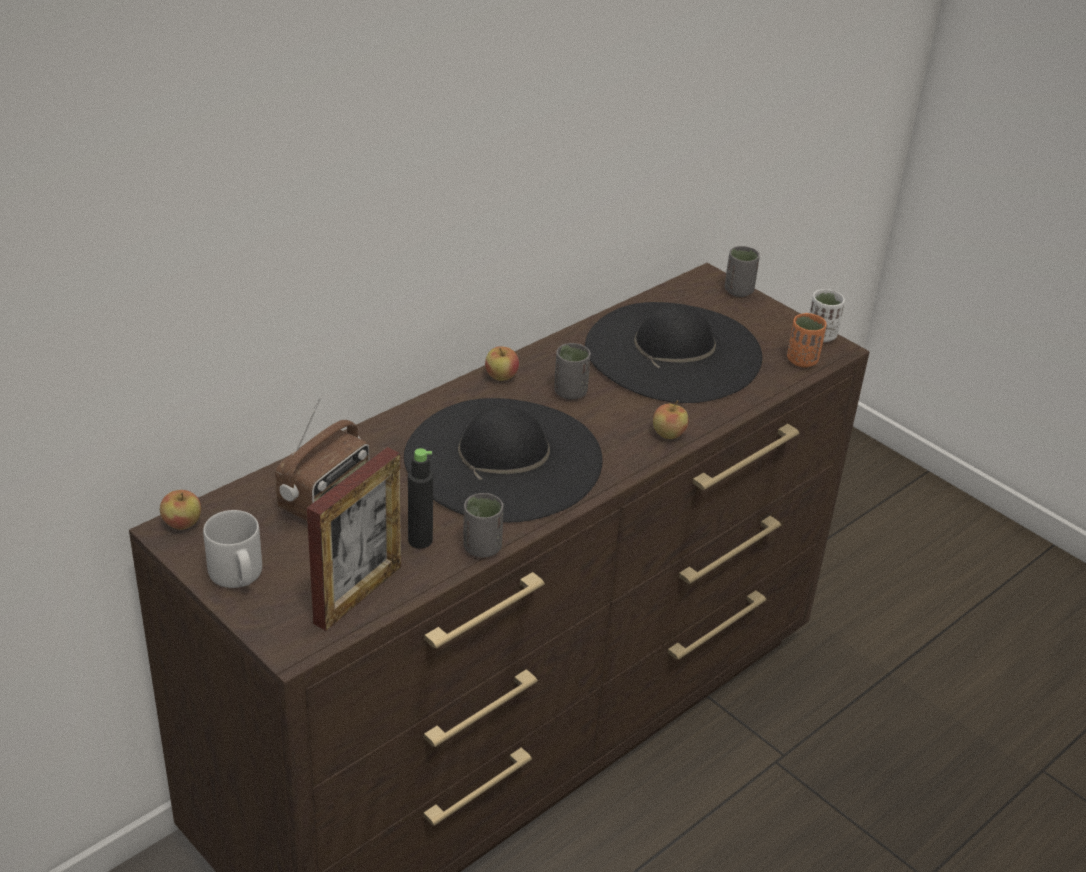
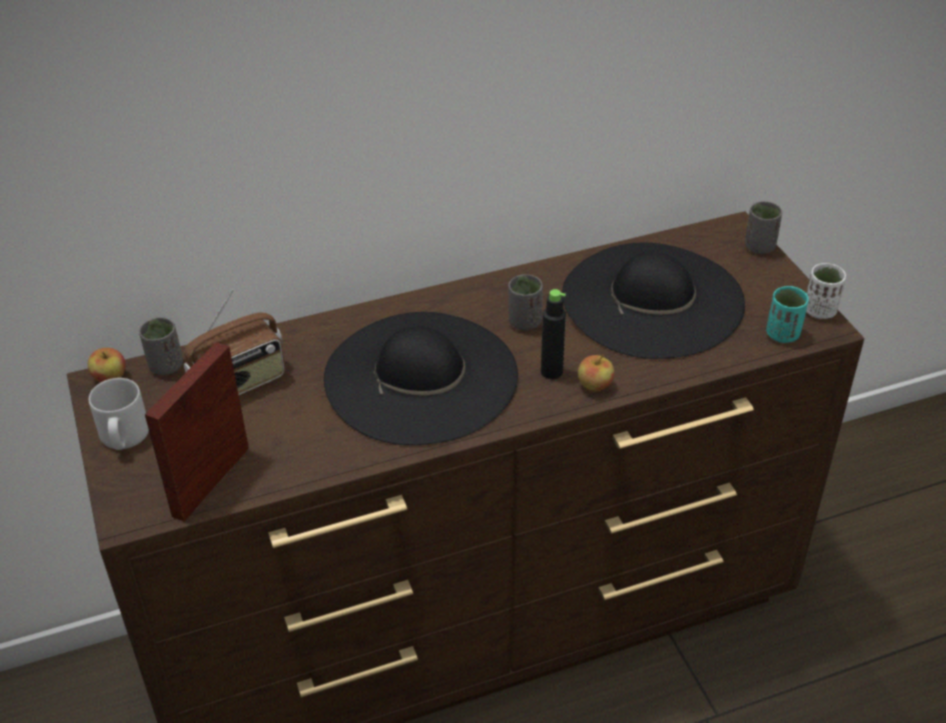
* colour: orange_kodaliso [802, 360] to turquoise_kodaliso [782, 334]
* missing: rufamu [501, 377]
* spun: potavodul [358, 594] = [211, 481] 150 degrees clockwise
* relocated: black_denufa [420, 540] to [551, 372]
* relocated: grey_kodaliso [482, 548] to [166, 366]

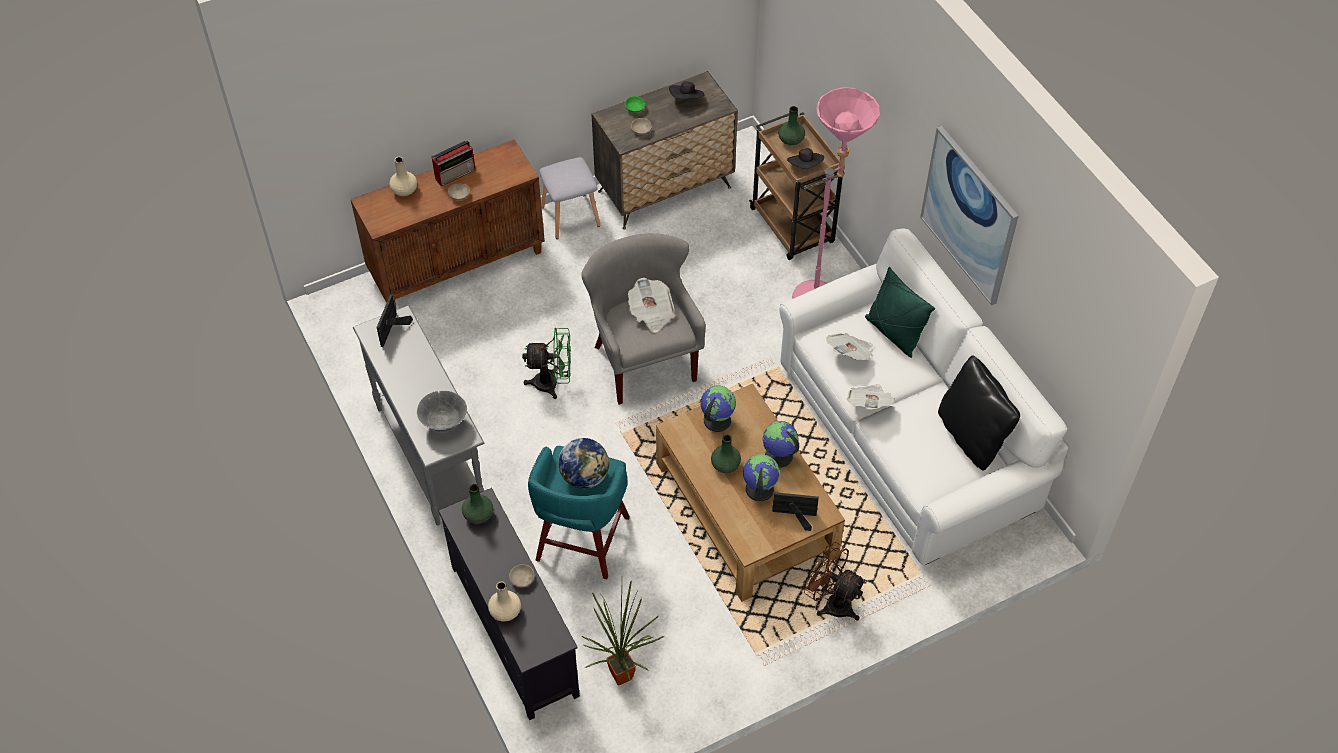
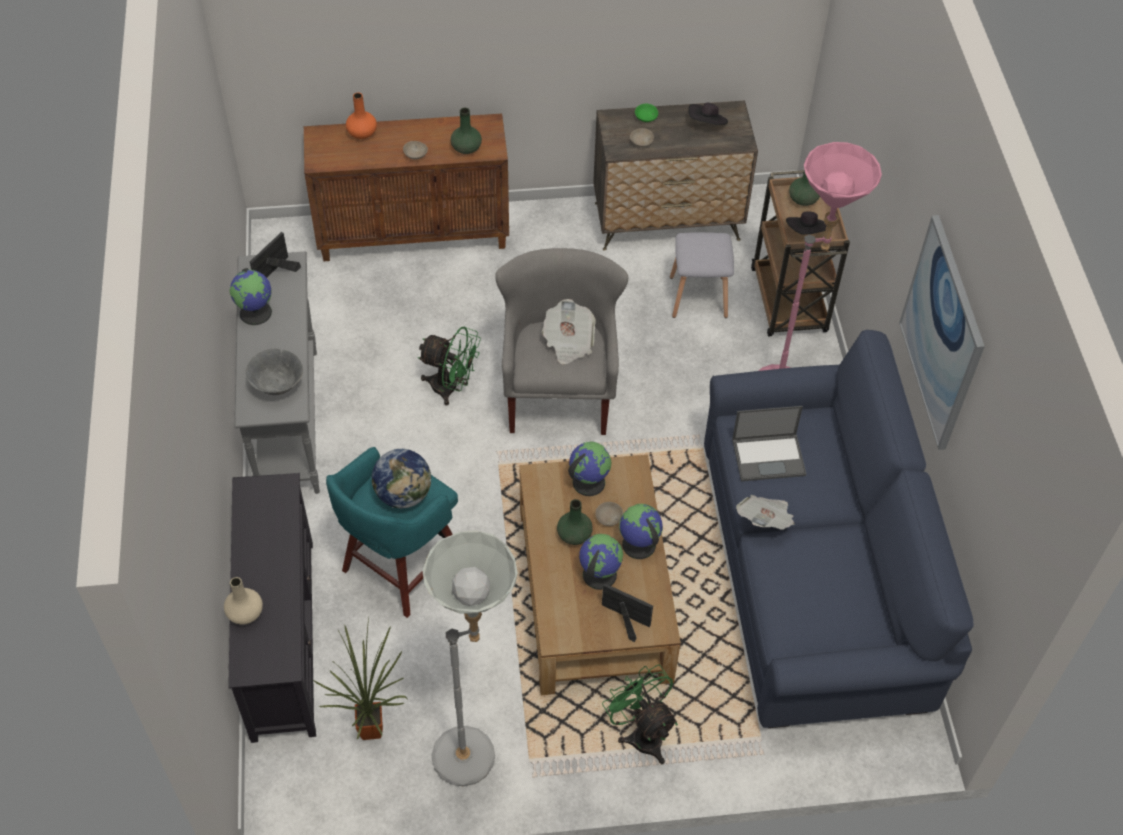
* missing: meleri [456, 173]
* colour: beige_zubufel [404, 190] to orange_zubufel [362, 133]
* relocated: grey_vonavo [571, 215] to [699, 296]
* colour: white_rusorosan [906, 439] to blue_rusorosan [812, 576]
* missing: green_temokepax [894, 333]
* exchanged: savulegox [850, 354] to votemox [769, 457]
* missing: black_temokepax [971, 436]
* relocated: green_zubufel [478, 515] to [466, 148]
* colour: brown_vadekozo [832, 602] to green_vadekozo [641, 733]
* relocated: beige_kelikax [521, 578] to [608, 517]
* appeared: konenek [256, 312]
* appeared: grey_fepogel [476, 752]

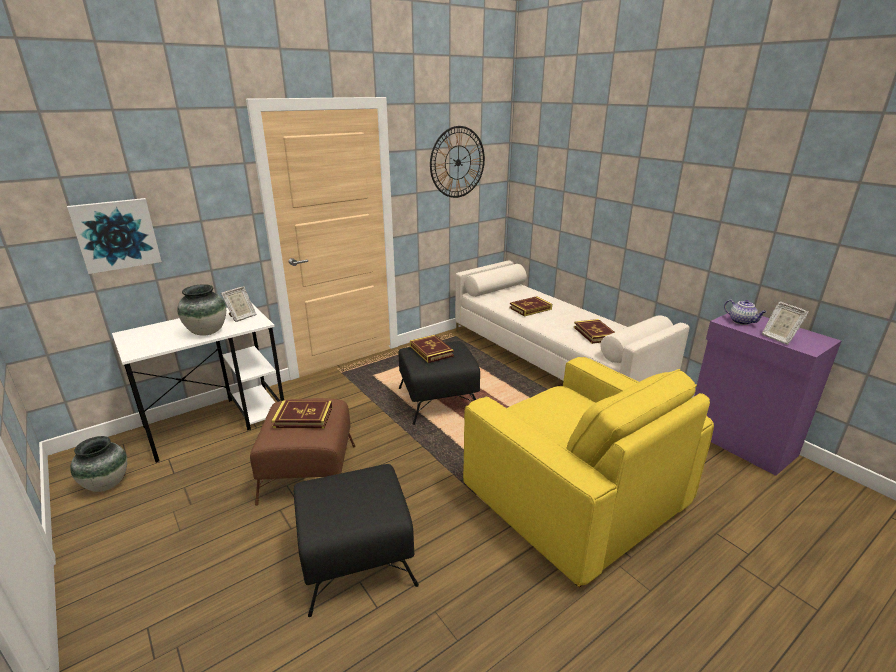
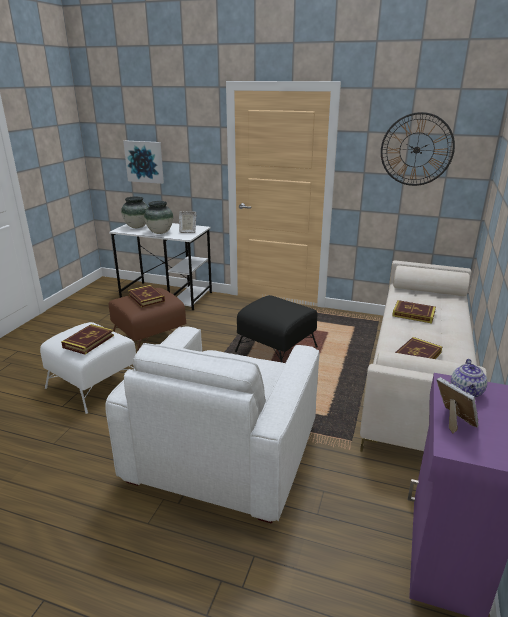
* spun: potavodul [778, 338] = [454, 422] 120 degrees clockwise
* relocated: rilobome [431, 351] to [88, 341]
* colour: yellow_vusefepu [574, 498] to white_vusefepu [223, 452]
* relocated: zubufel [107, 484] to [137, 227]
* colour: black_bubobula [357, 558] to white_bubobula [94, 384]

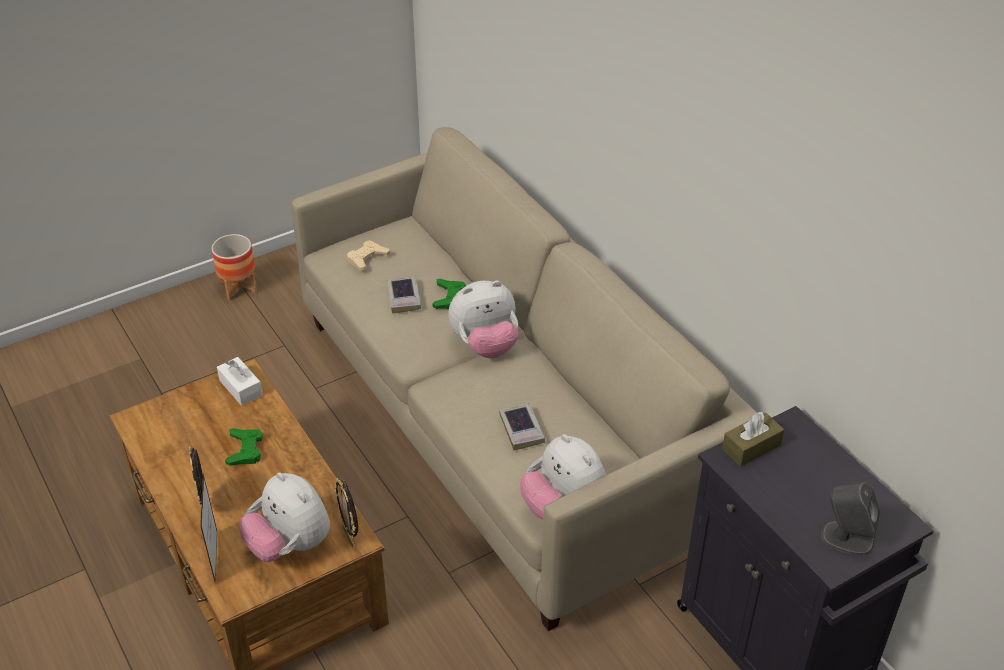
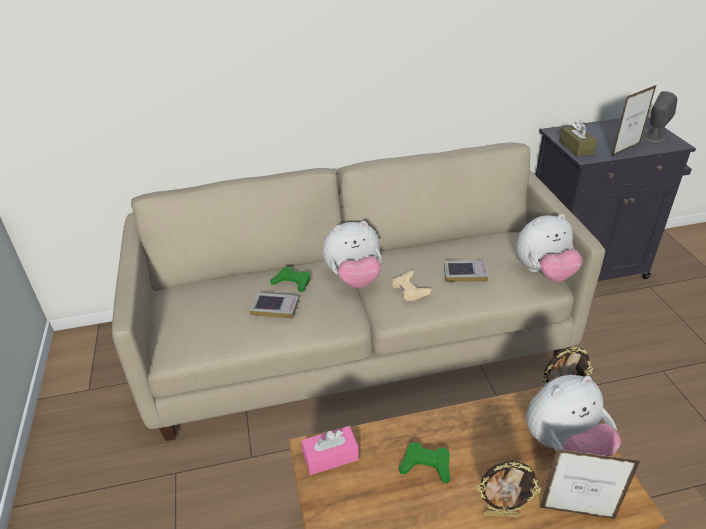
* missing: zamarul [239, 288]
* relocated: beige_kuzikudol [367, 258] to [410, 289]
* spun: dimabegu [485, 345] = [354, 279] 75 degrees clockwise
* colour: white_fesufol [241, 388] to pink_fesufol [330, 456]
* appeared: potavodul [625, 150]

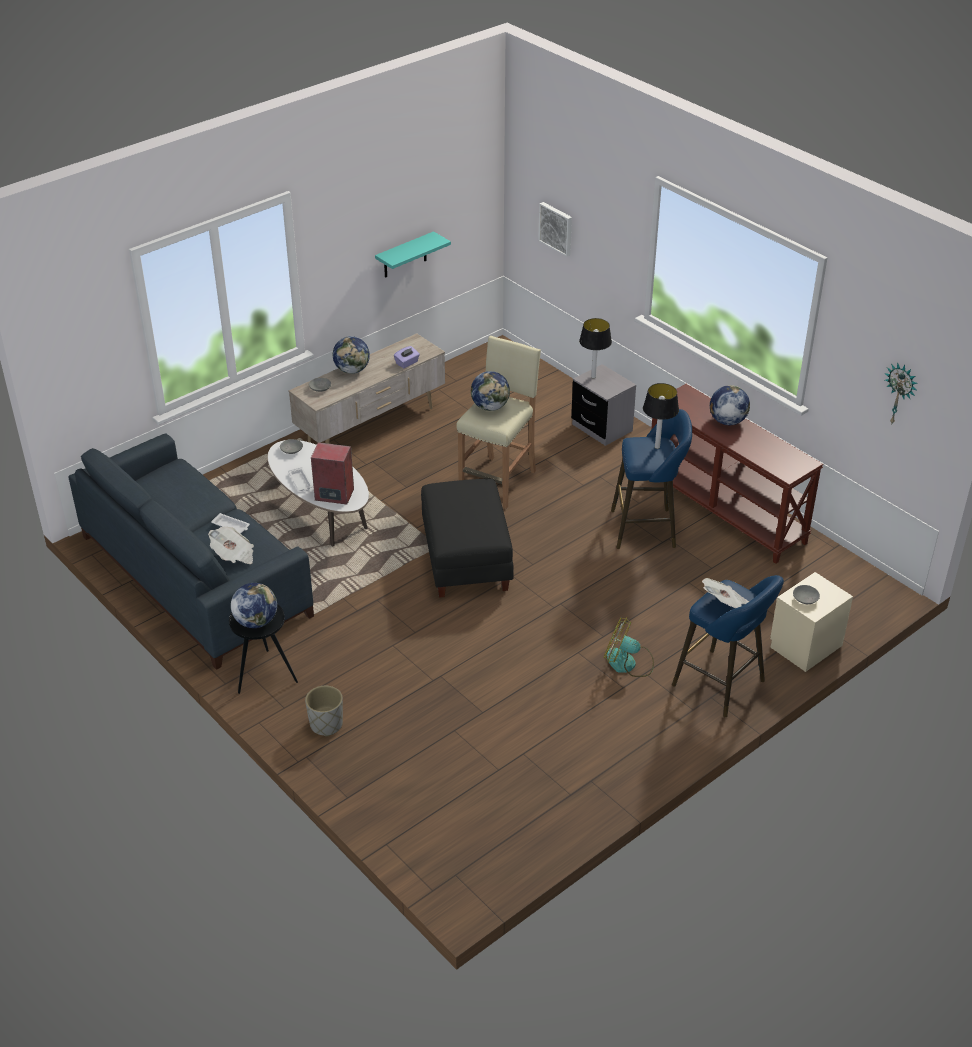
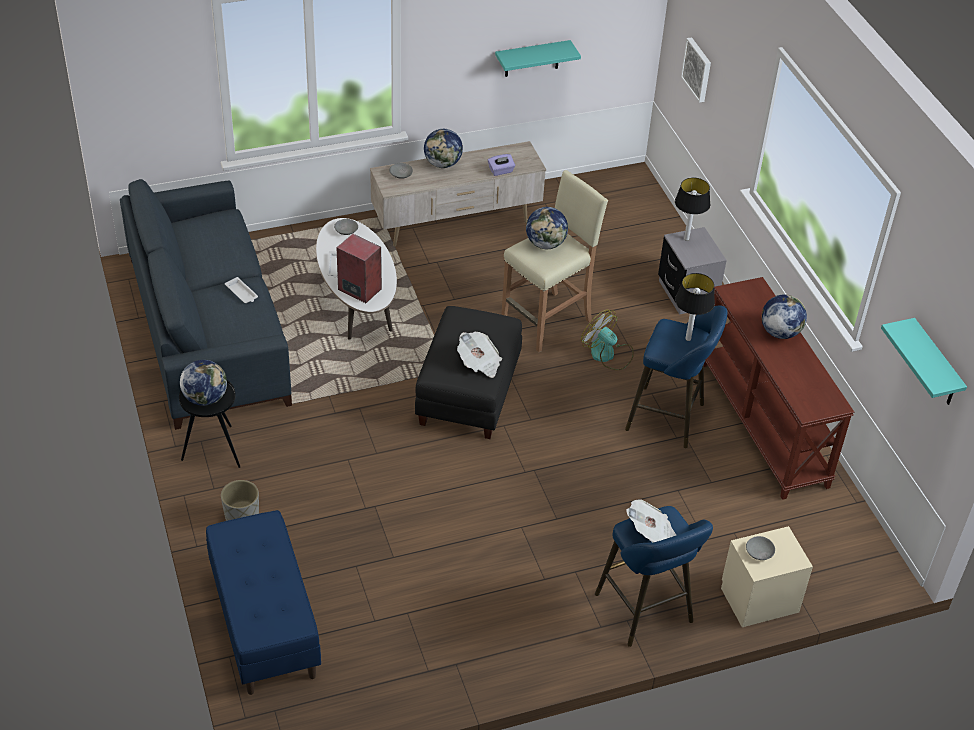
* exchanged: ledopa [899, 393] to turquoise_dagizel [935, 365]
* relocated: savulegox [233, 555] to [479, 363]
* relocated: vadekozo [628, 663] to [607, 355]
* appeared: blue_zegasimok [264, 623]

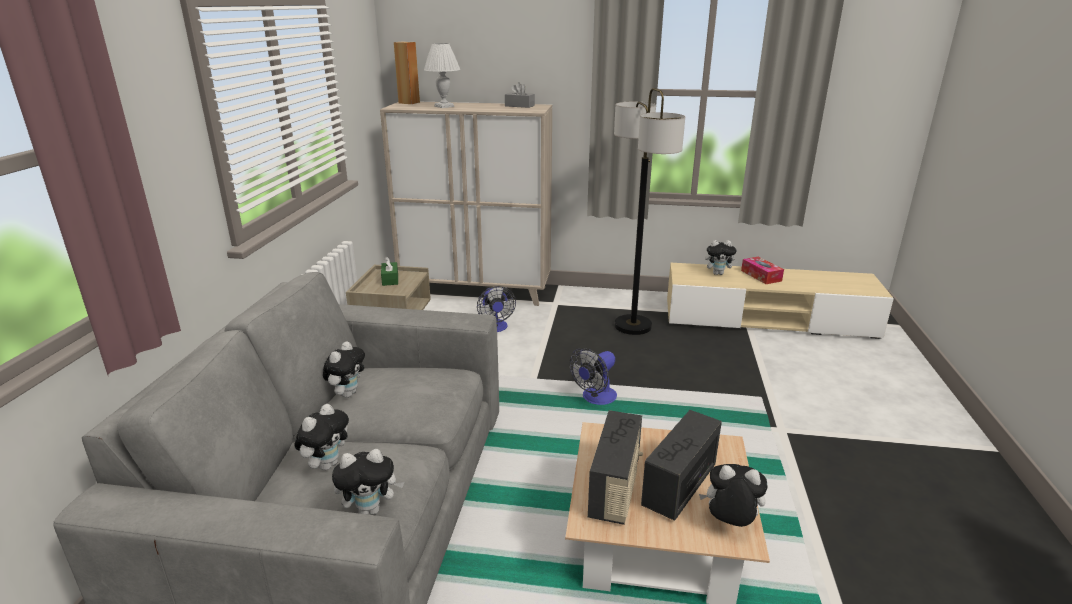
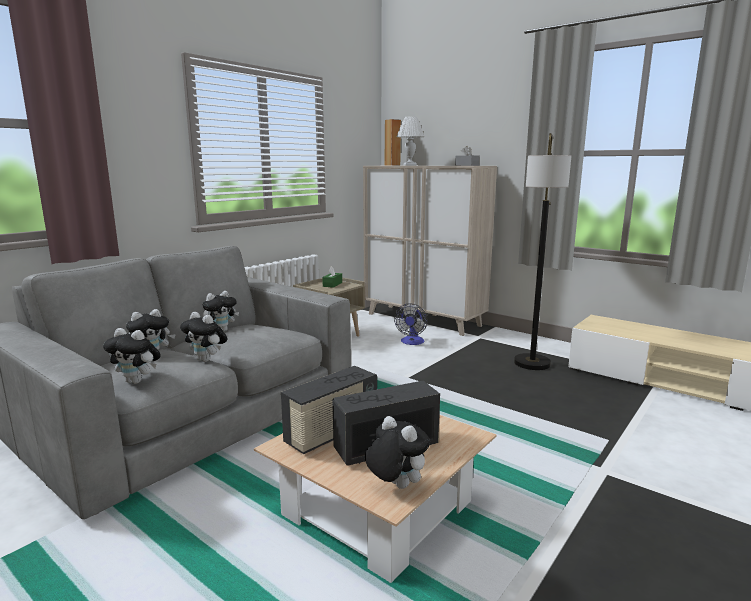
* relocated: dimabegu [718, 273] to [207, 360]
* missing: fesufol [761, 276]
* missing: vadekozo [595, 398]

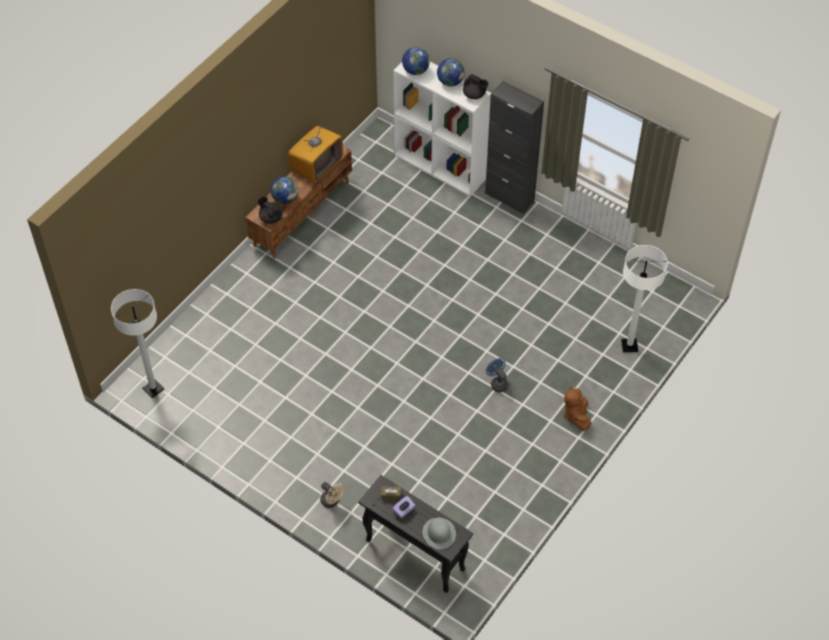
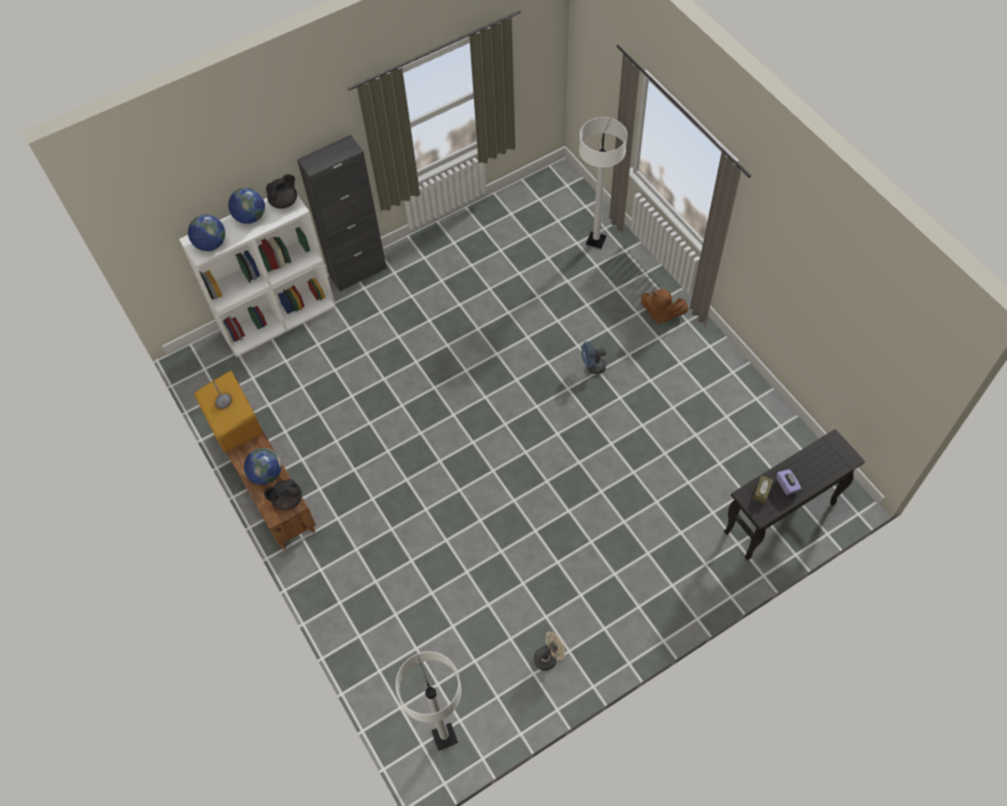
* relocated: beige_vadekozo [332, 501] to [548, 657]
* missing: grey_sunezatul [439, 533]

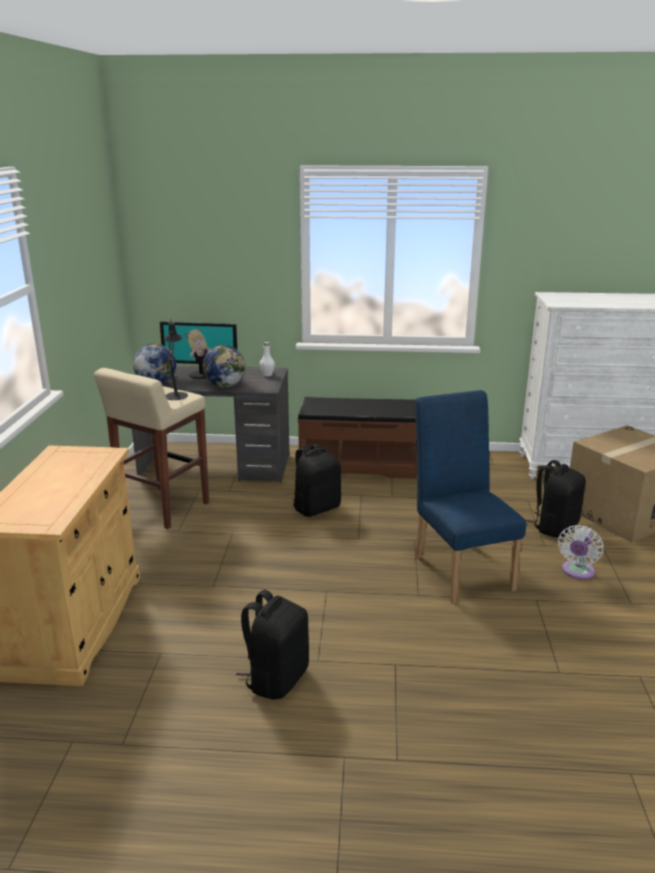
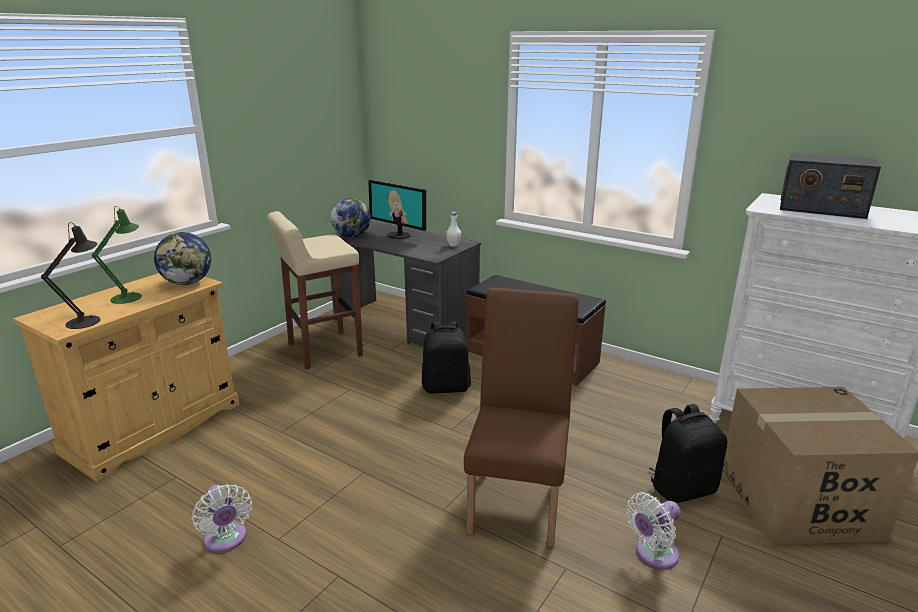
* relocated: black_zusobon [176, 394] to [87, 320]
* relocated: konenek [225, 386] to [188, 283]
* colour: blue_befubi [460, 568] to brown_befubi [518, 497]
* exchanged: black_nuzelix [276, 678] to white_vadekozo [226, 540]
* appeared: meleri [821, 208]
* appeared: green_zusobon [129, 296]

